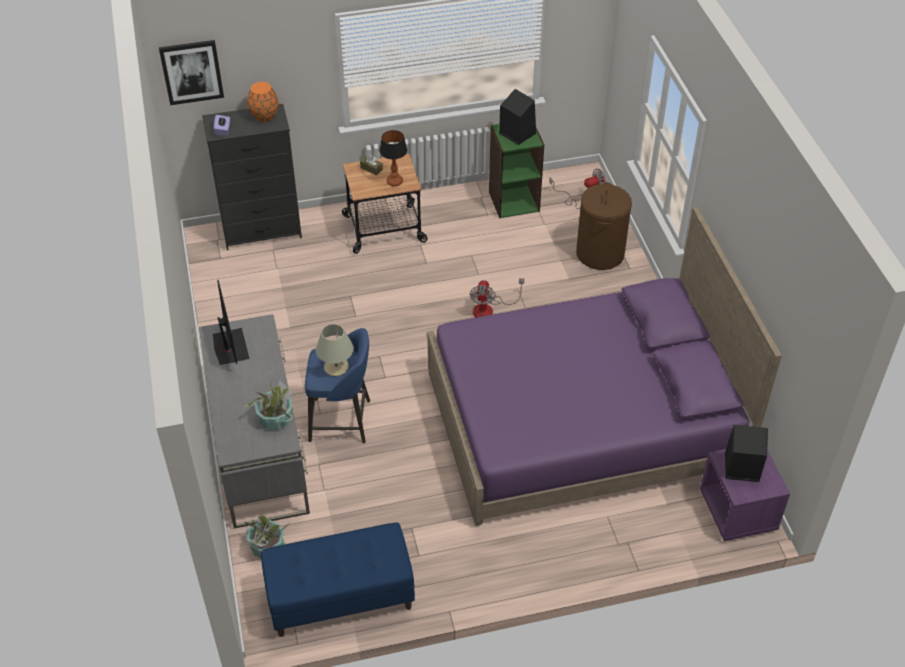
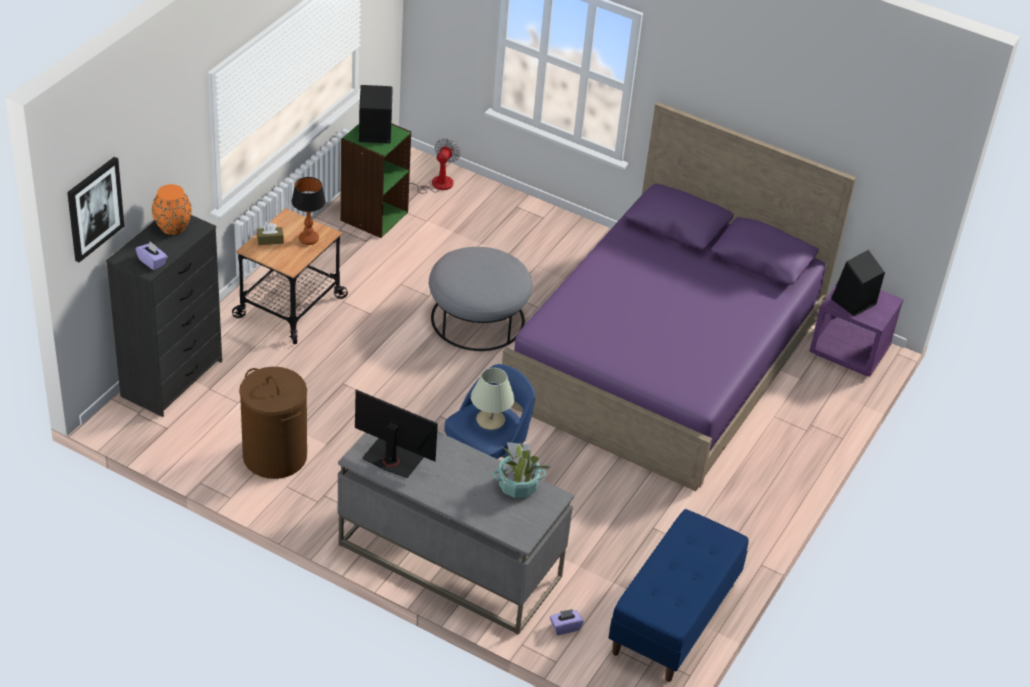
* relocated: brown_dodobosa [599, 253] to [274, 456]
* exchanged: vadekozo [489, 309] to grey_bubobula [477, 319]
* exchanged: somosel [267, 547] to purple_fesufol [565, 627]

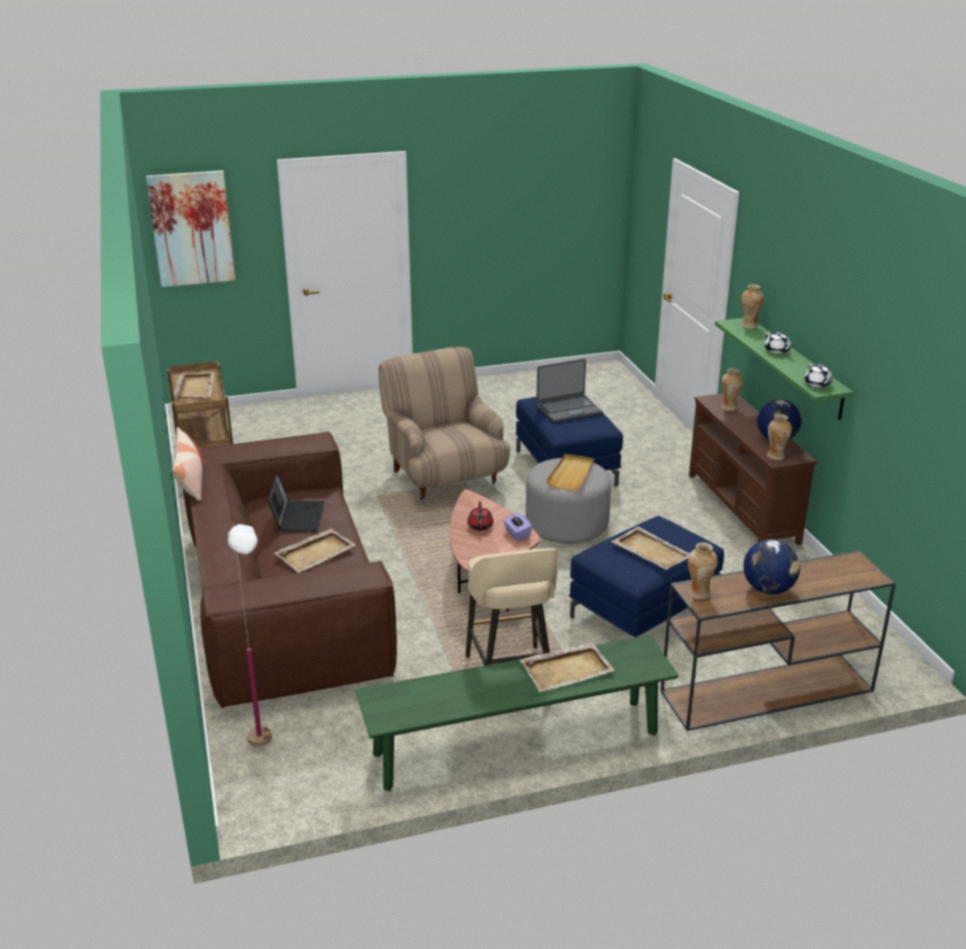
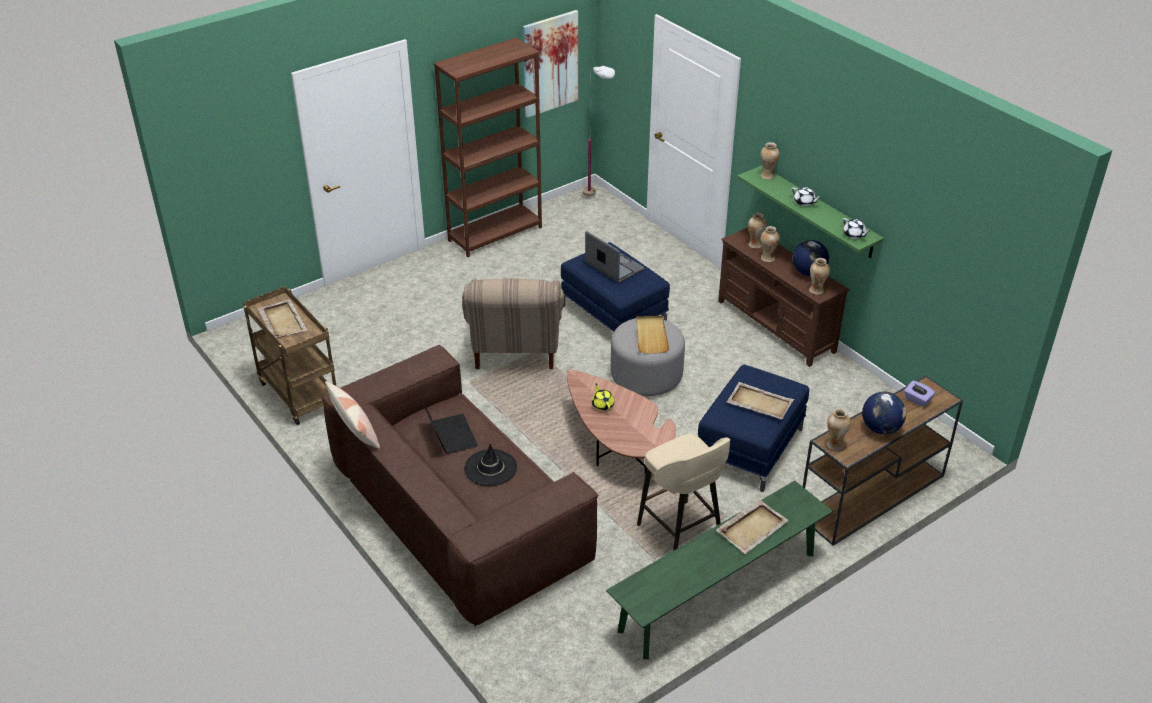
* relocated: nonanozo [191, 229] to [550, 63]
* spun: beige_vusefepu [444, 477] = [516, 349] 135 degrees counterclockwise
* spun: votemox [568, 409] = [614, 267] 90 degrees counterclockwise
* colour: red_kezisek [480, 525] to yellow_kezisek [602, 405]
* relocated: purple_fesufol [517, 534] to [917, 400]
* relocated: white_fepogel [266, 757] to [597, 200]
* exchanged: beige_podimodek [316, 552] to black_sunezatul [490, 468]
* appeared: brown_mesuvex [495, 234]
* appeared: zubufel [767, 258]

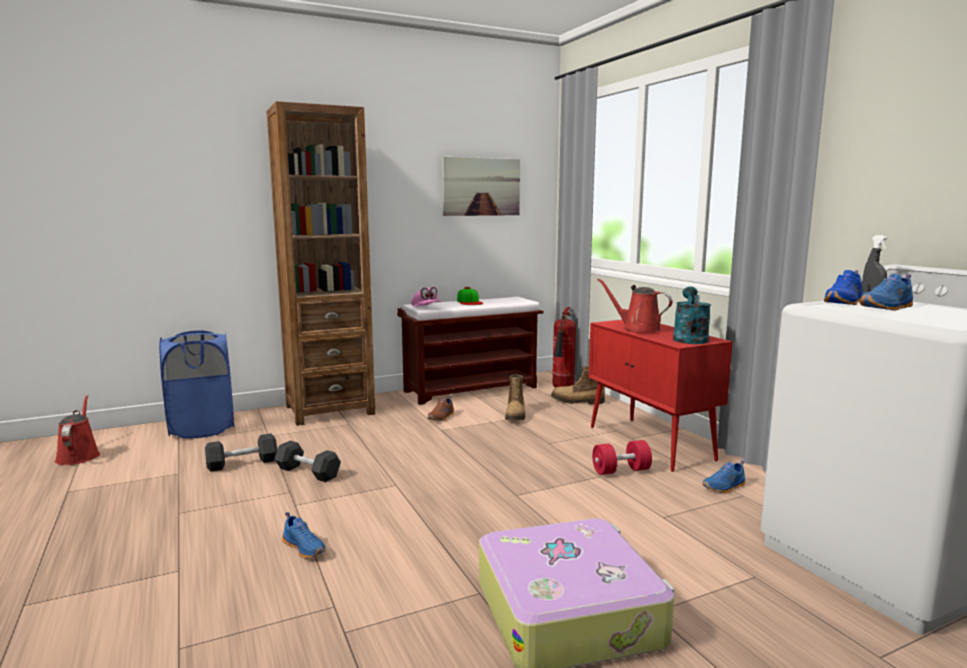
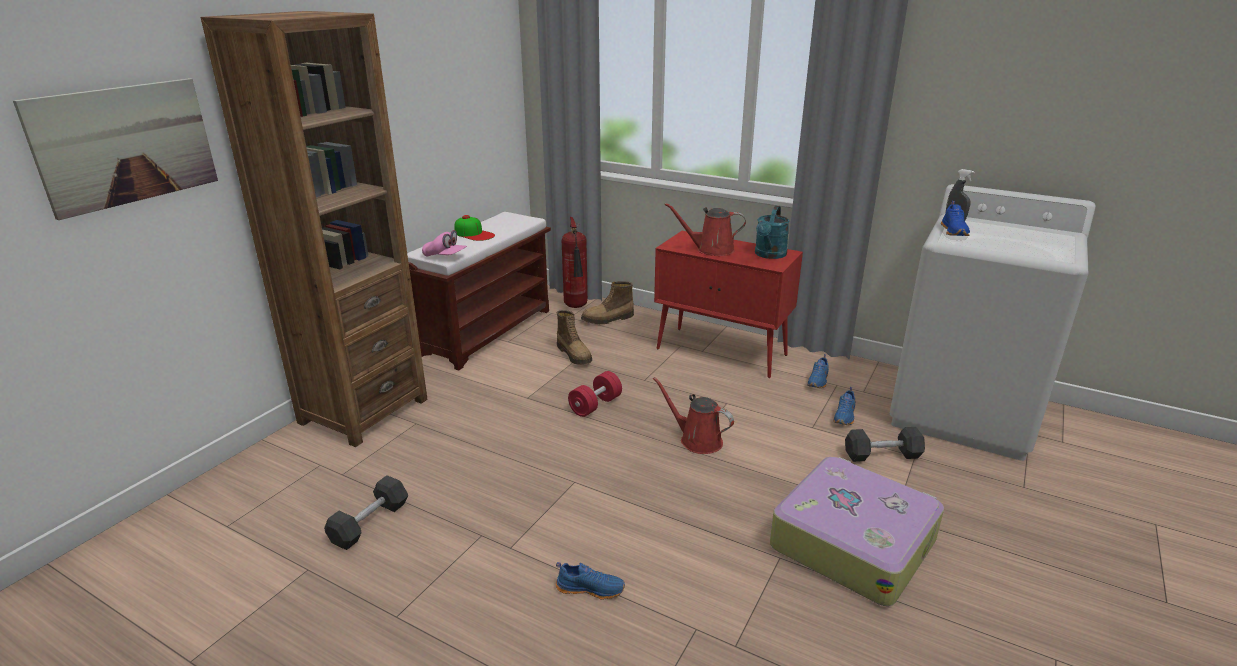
* relocated: nonanozo [481, 187] to [126, 145]
* relocated: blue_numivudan [887, 308] to [845, 416]
* spun: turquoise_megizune [689, 338] = [769, 255] 135 degrees counterclockwise
* missing: blue_dodobosa [202, 428]
* relocated: red_megizune [79, 456] to [697, 440]
* missing: brown_numivudan [442, 417]
* relocated: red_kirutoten [621, 470] to [595, 405]
* relocated: black_kirutoten [308, 472] to [882, 455]

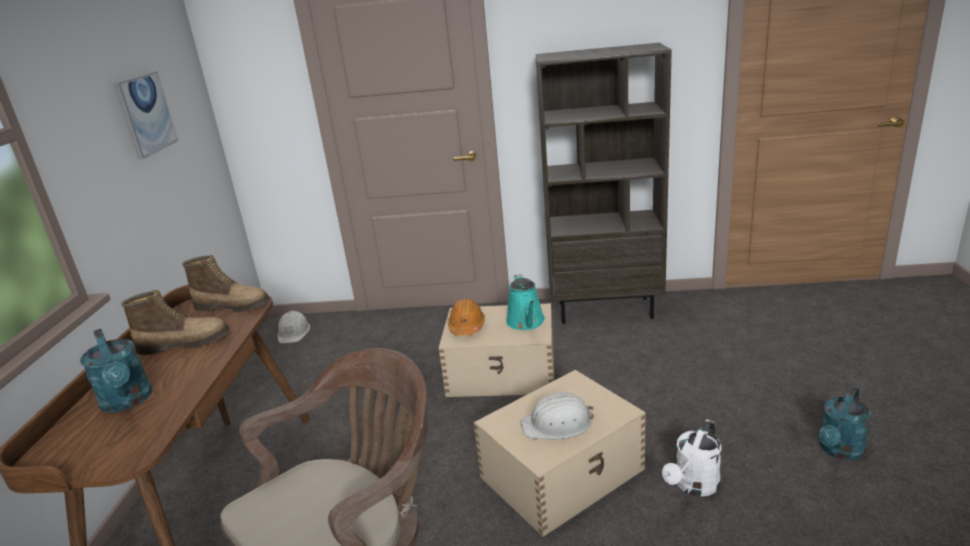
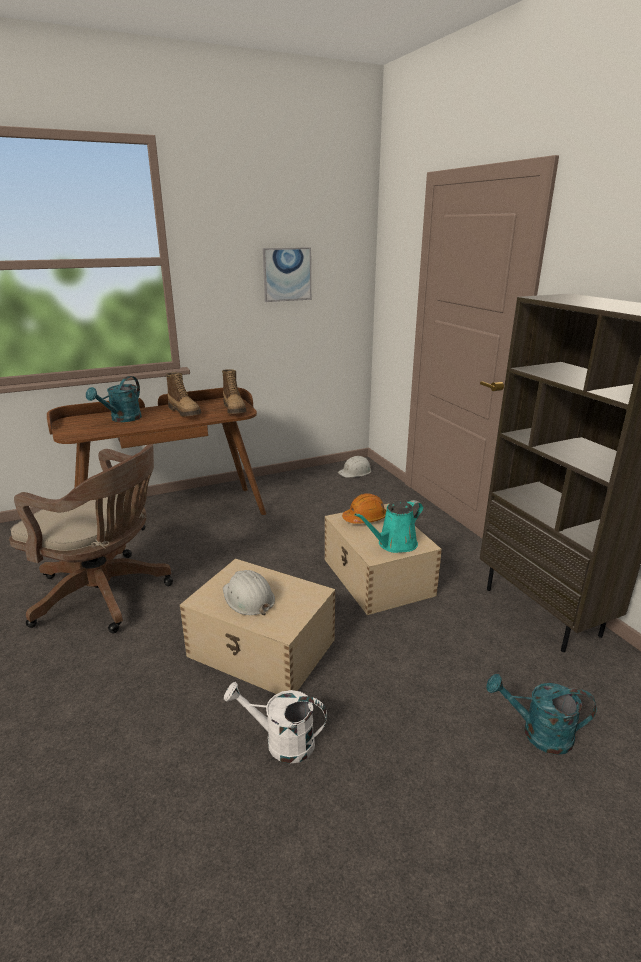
* relocated: turquoise_megizune [839, 451] to [538, 733]

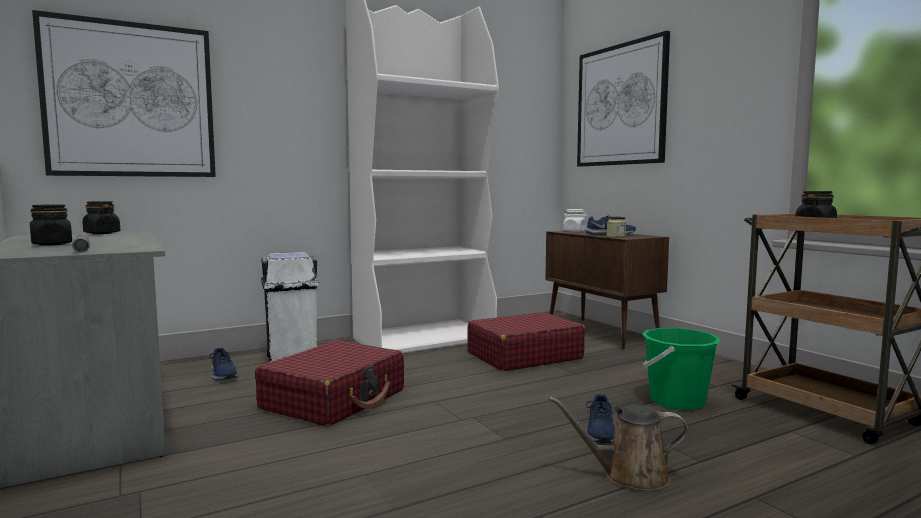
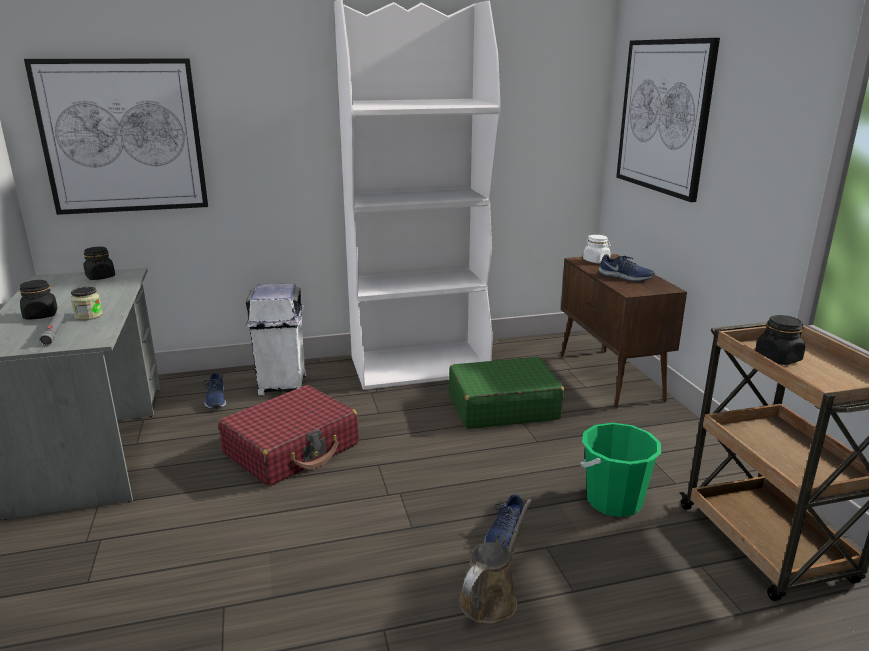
* relocated: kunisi [616, 236] to [88, 316]
* colour: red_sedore [524, 356] to green_sedore [502, 407]
* spun: brown_megizune [629, 476] = [491, 597] 105 degrees clockwise

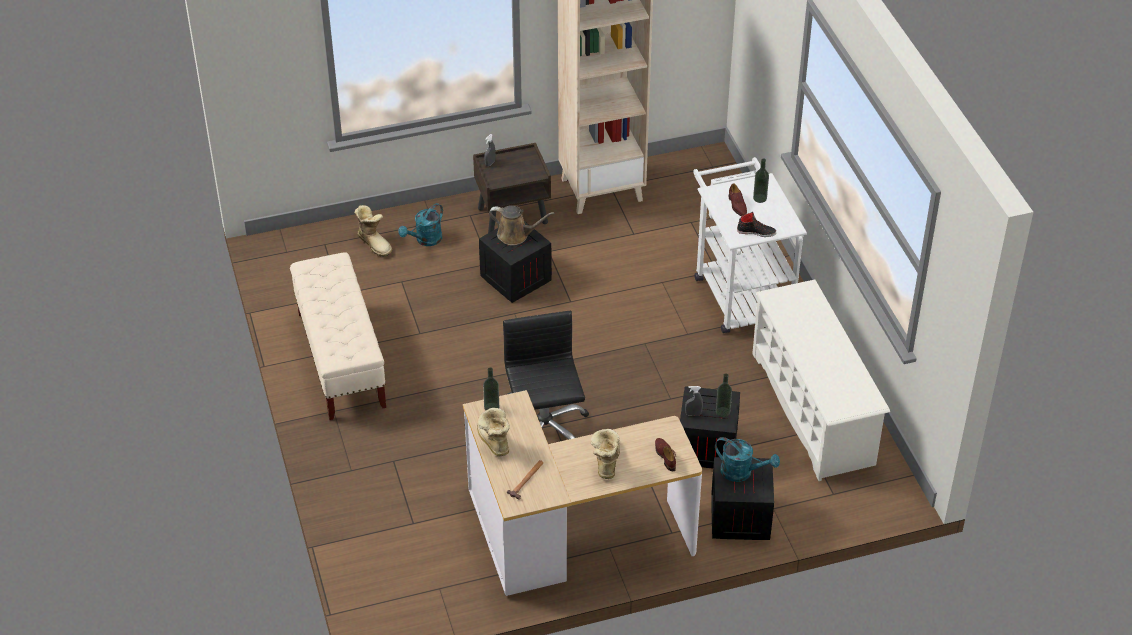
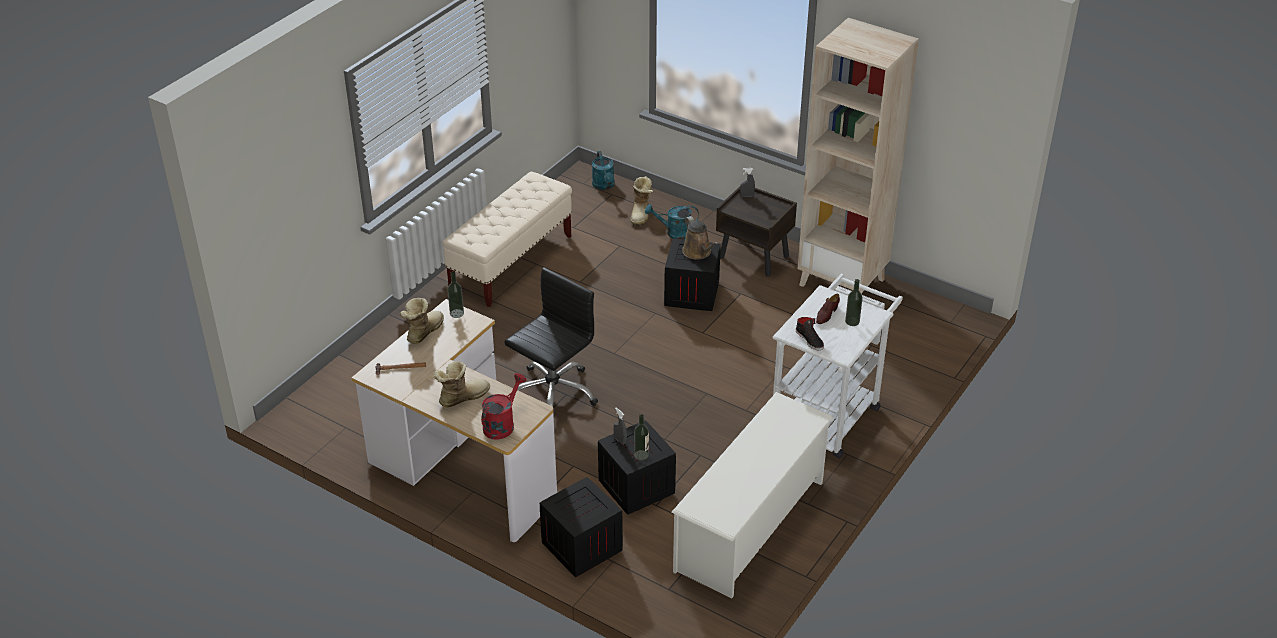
* relocated: turquoise_megizune [742, 472] to [604, 186]
* exchanged: brown_numivudan [665, 456] to red_megizune [502, 424]

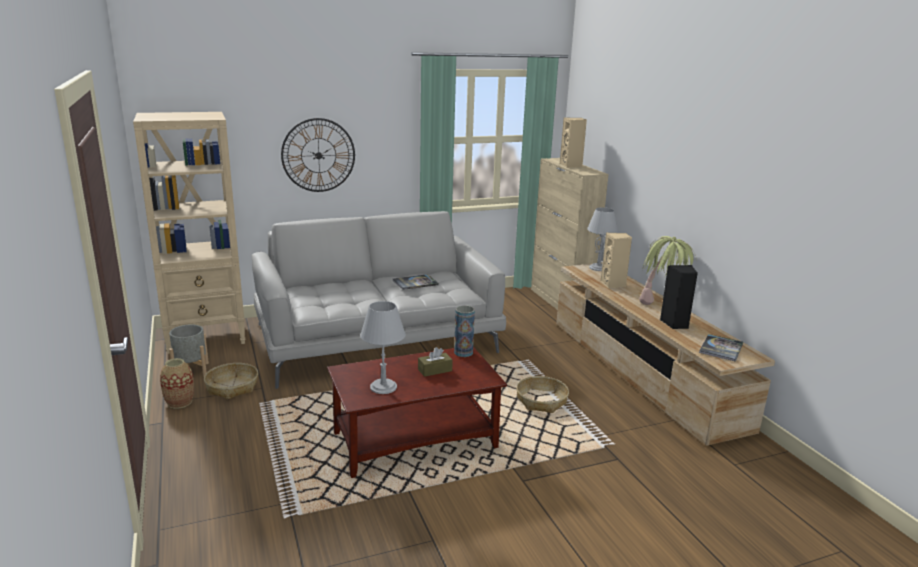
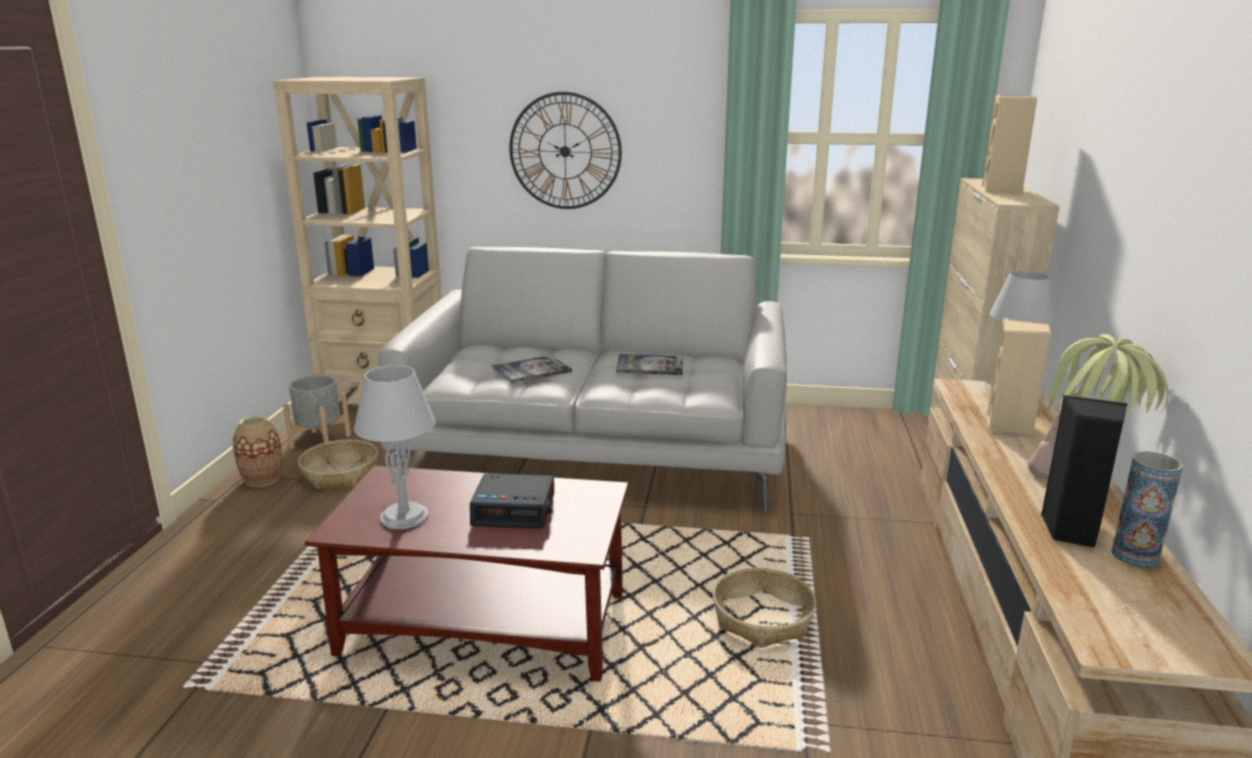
* relocated: zubufel [463, 352] to [1135, 555]
* relocated: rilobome [721, 348] to [531, 370]
* exchanged: brown_fesufol [435, 370] to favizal [515, 509]

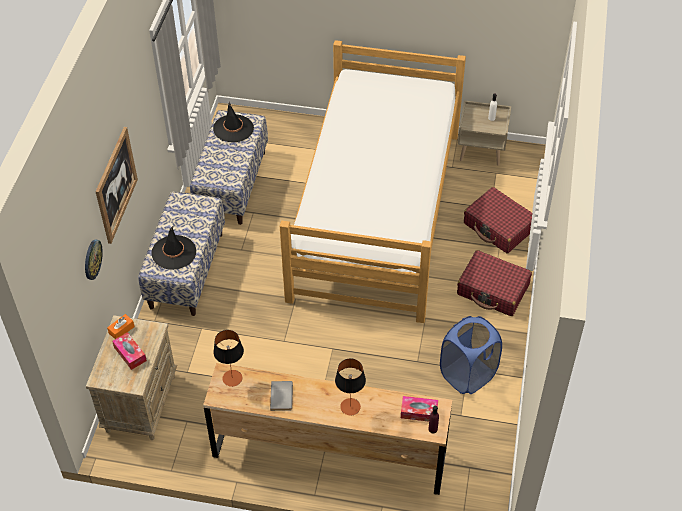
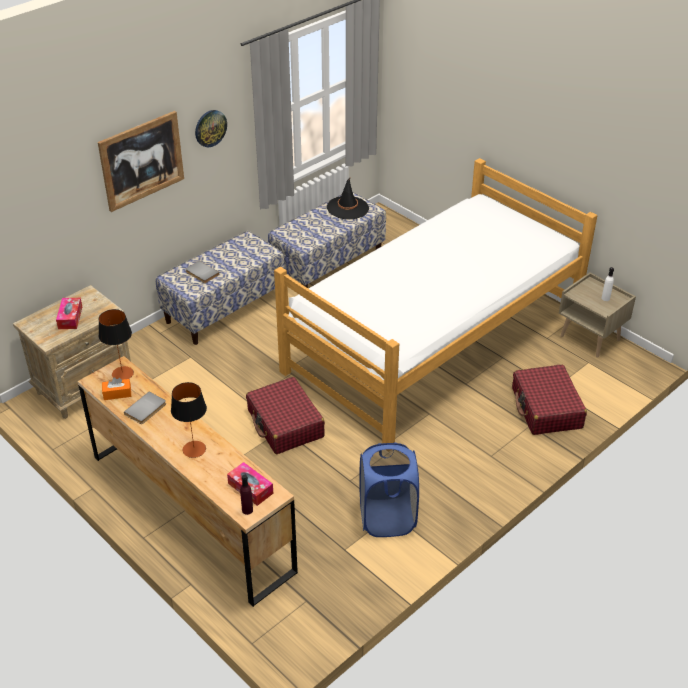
* exchanged: black_sunezatul [174, 252] to grey_rilobome [201, 273]
* relocated: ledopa [92, 259] to [210, 128]
* relocated: red_sedore [493, 290] to [285, 424]
* relocated: orange_fesufol [121, 330] to [117, 393]

